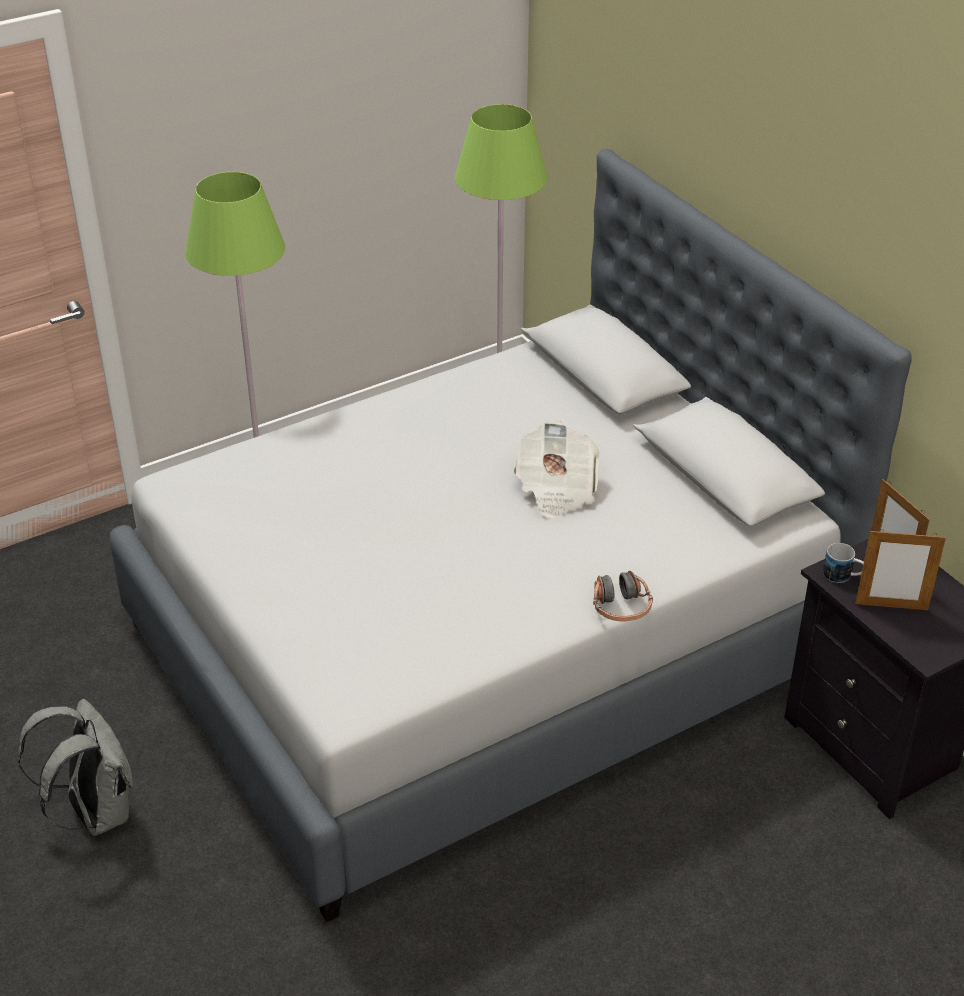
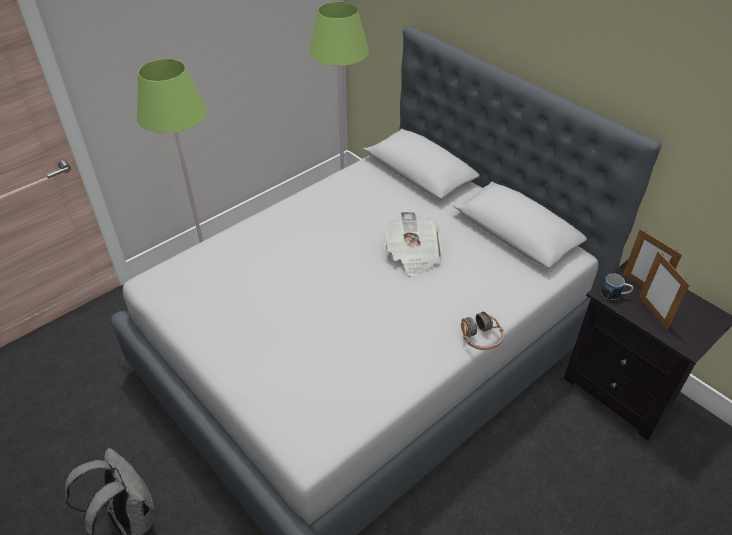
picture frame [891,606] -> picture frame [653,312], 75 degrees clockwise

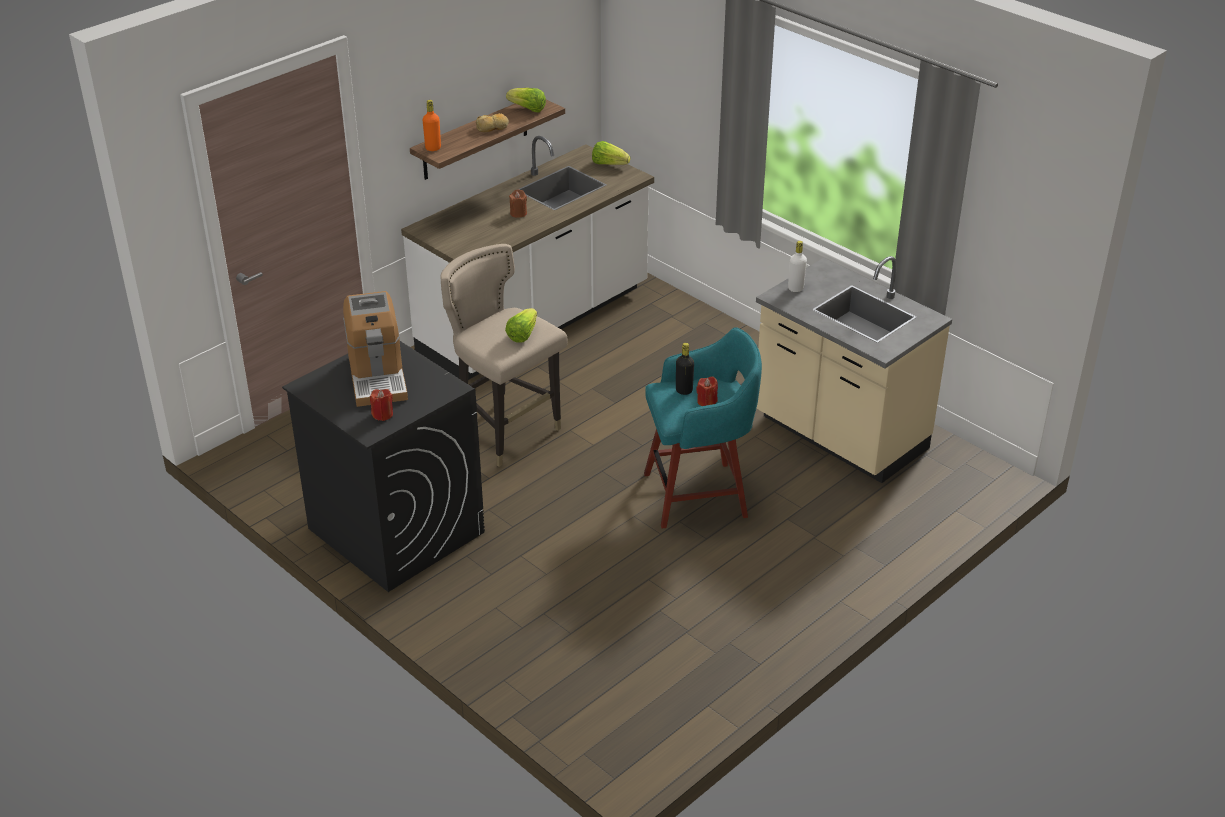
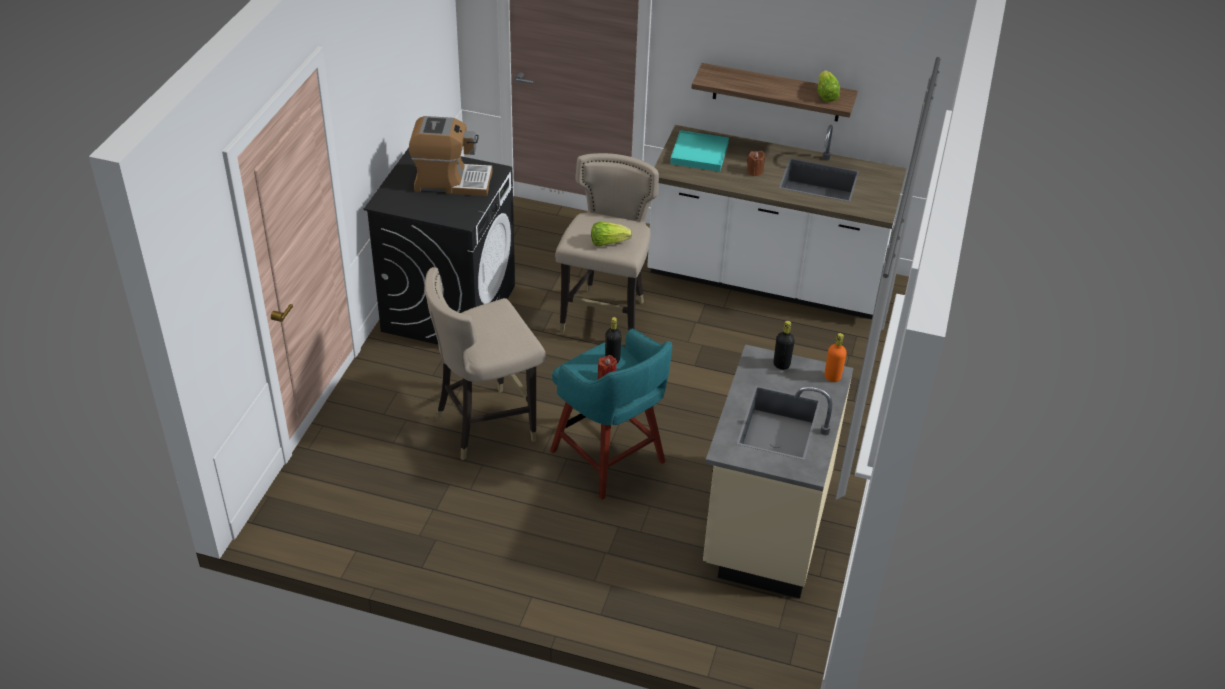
orange bottle [433,148] -> orange bottle [832,377], shifted
bread [492,127] -> none
lettuce [609,164] -> none
white bottle [795,288] -> black bottle [781,365]
coffee machine [377,376] -> coffee machine [451,181], 135 degrees counterclockwise
red candle [382,414] -> none
none -> turquoise tray [699,153]
none -> beige stool [486,425]

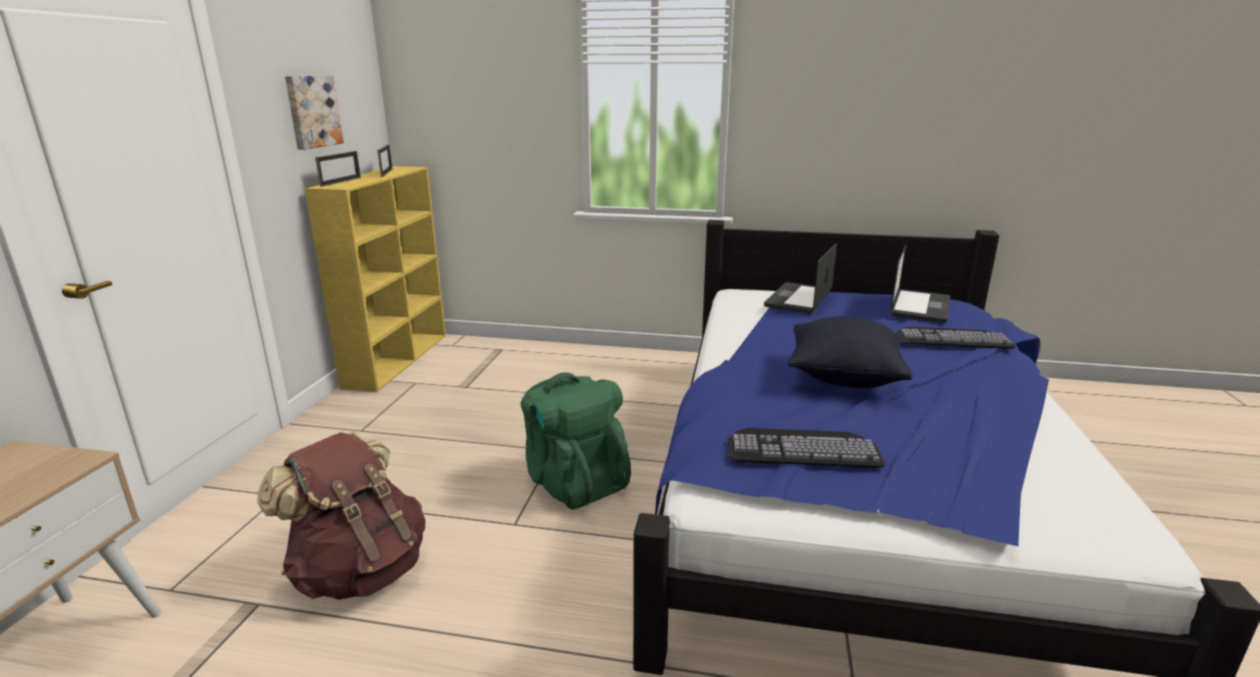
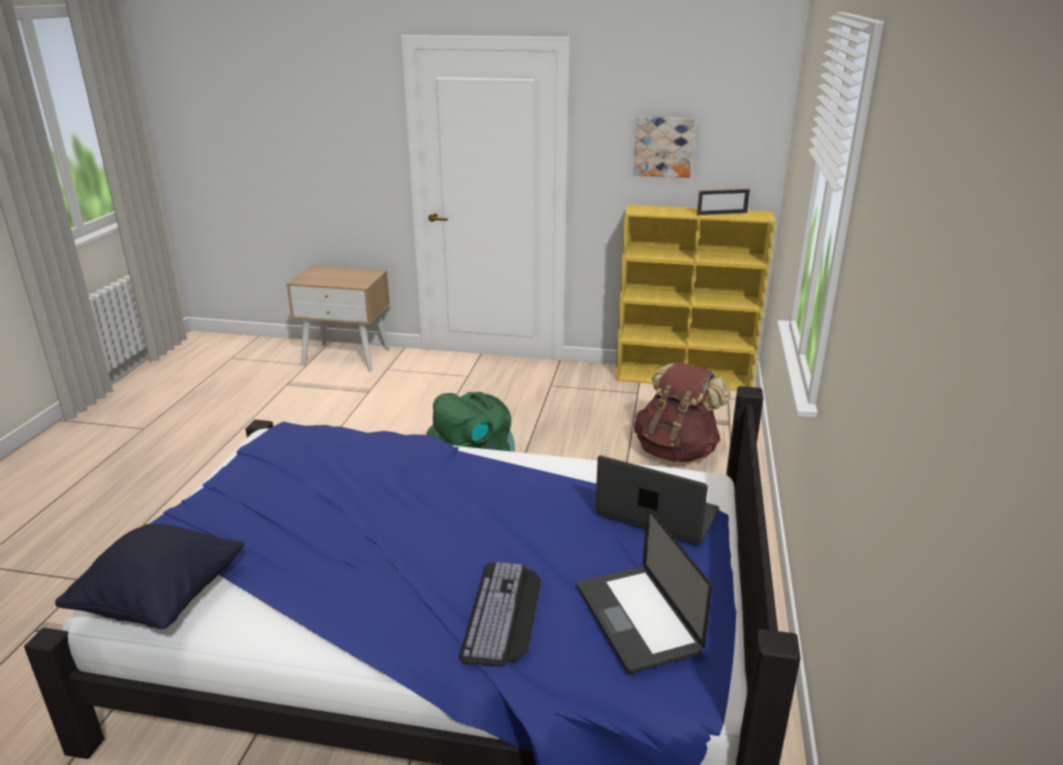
picture frame [341,182] -> none
laptop [920,307] -> laptop [637,619], 45 degrees clockwise
black pillow [844,378] -> black pillow [161,600], shifted
keyboard [803,447] -> none
brown backpack [360,571] -> brown backpack [676,451], shifted

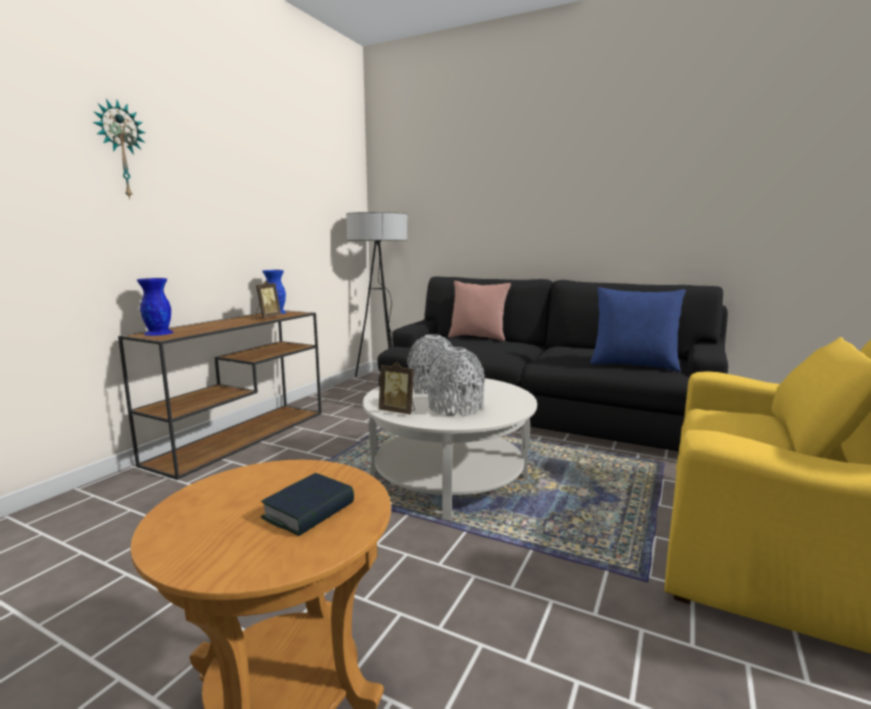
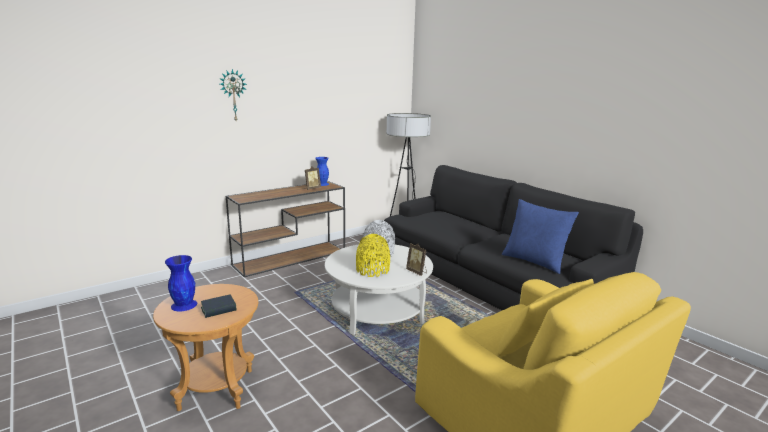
blue vase [159,333] -> blue vase [184,305], shifted
pink pillow [478,338] -> none
grey vase [455,407] -> yellow vase [372,270]
picture frame [398,411] -> picture frame [417,272], shifted

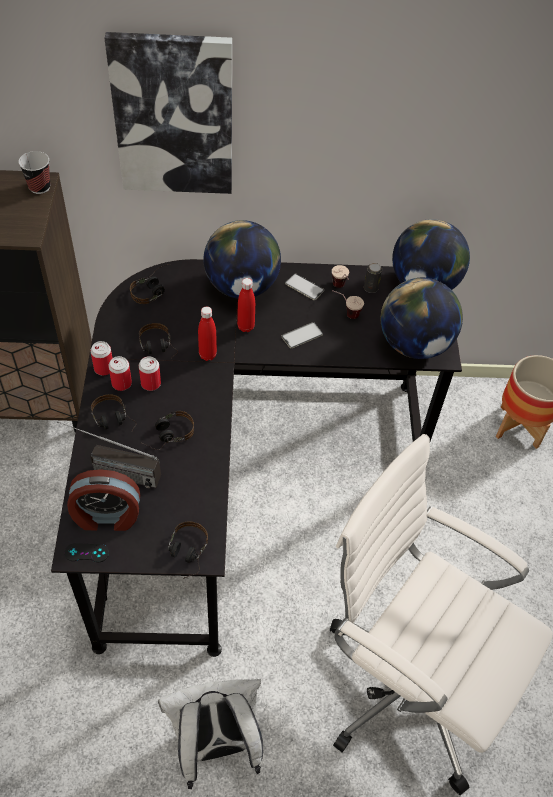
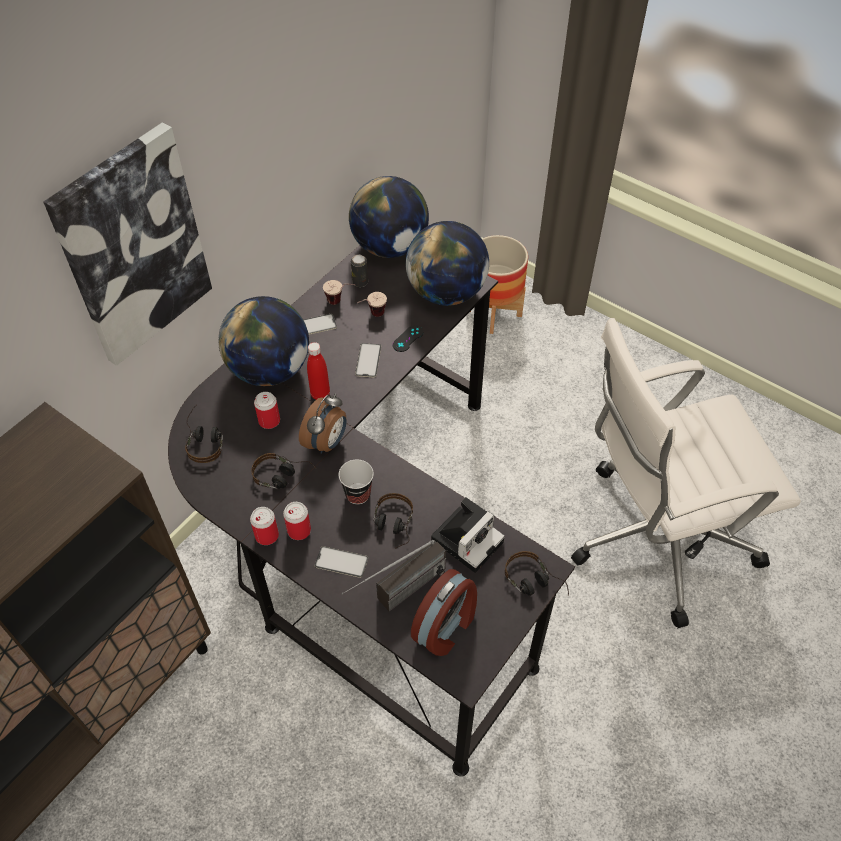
cup [39,187] -> cup [358,494], shifted
red bottle [207,355] -> alarm clock [327,442]
can [151,383] -> can [269,421], shifted
headphones [114,422] -> phone [341,562]
black game controller [86,553] -> black game controller [408,339], shifted
white backpack [216,743] -> none
none -> photo camera [468,538]

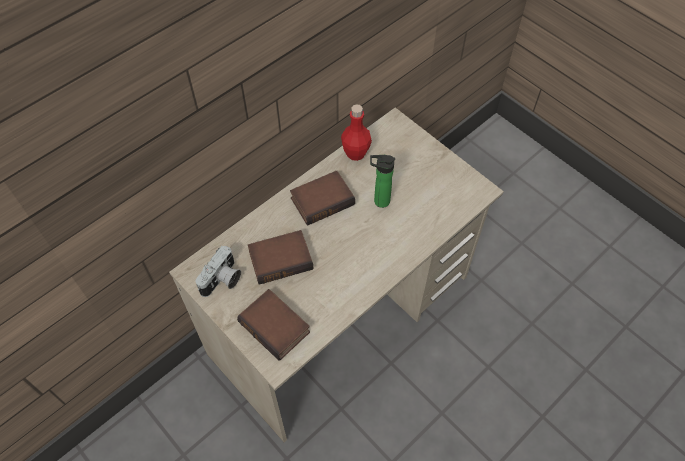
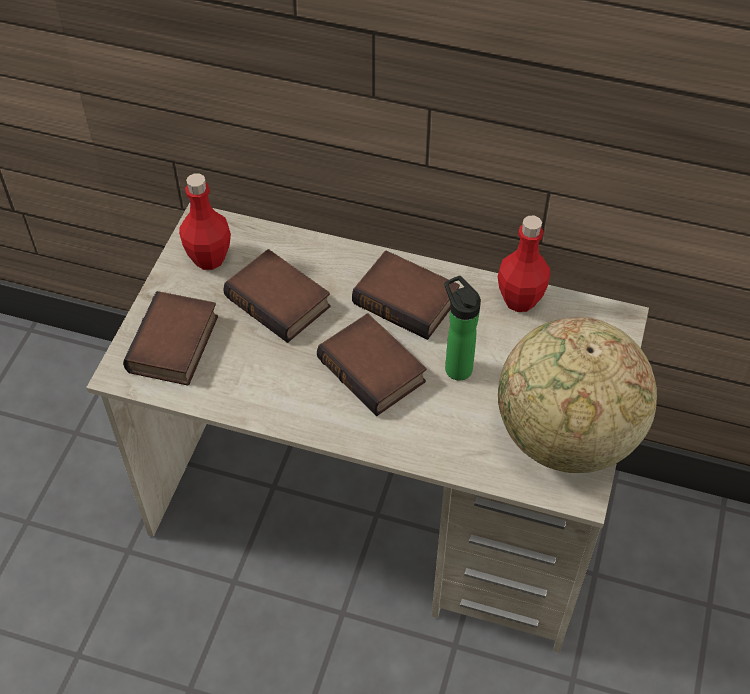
photo camera [222,280] -> red bottle [209,258]
none -> book [375,370]
none -> globe [565,437]

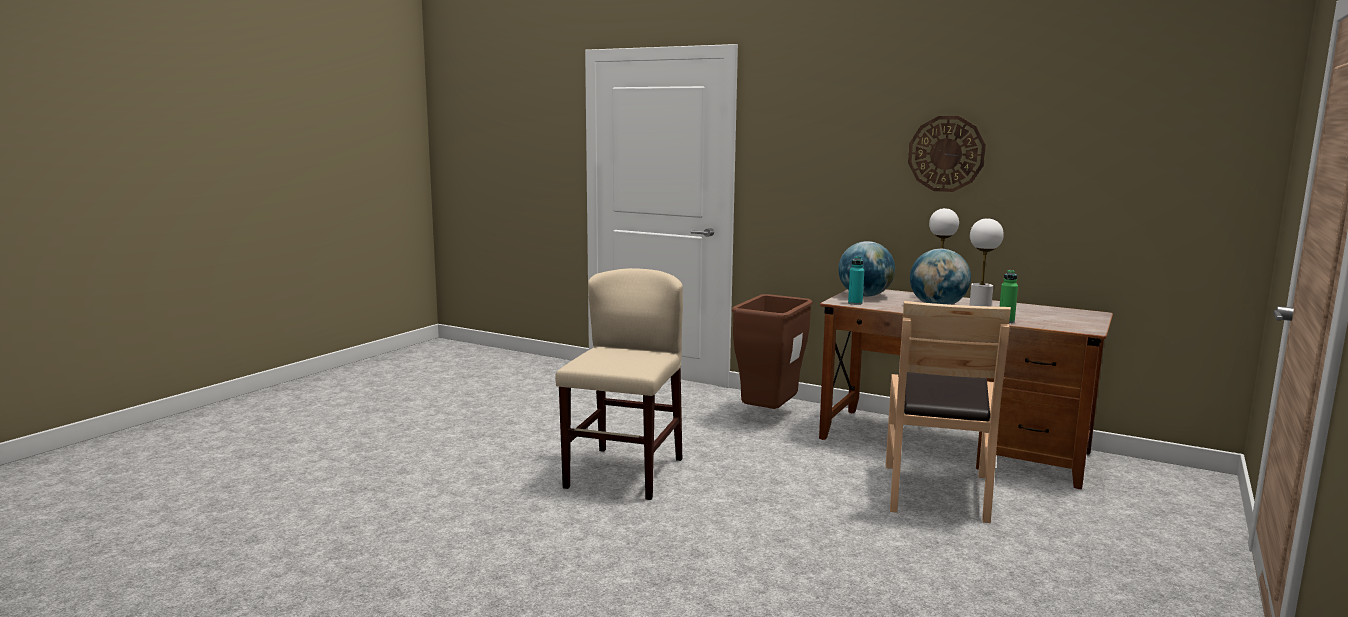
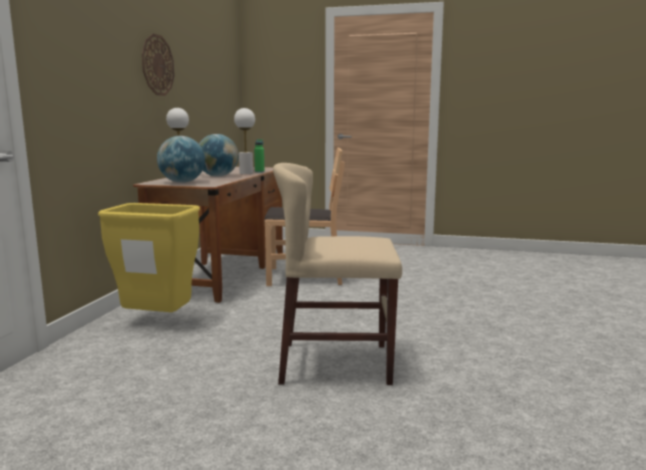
turquoise bottle [855,303] -> none
brown trash can [769,415] -> yellow trash can [157,321]

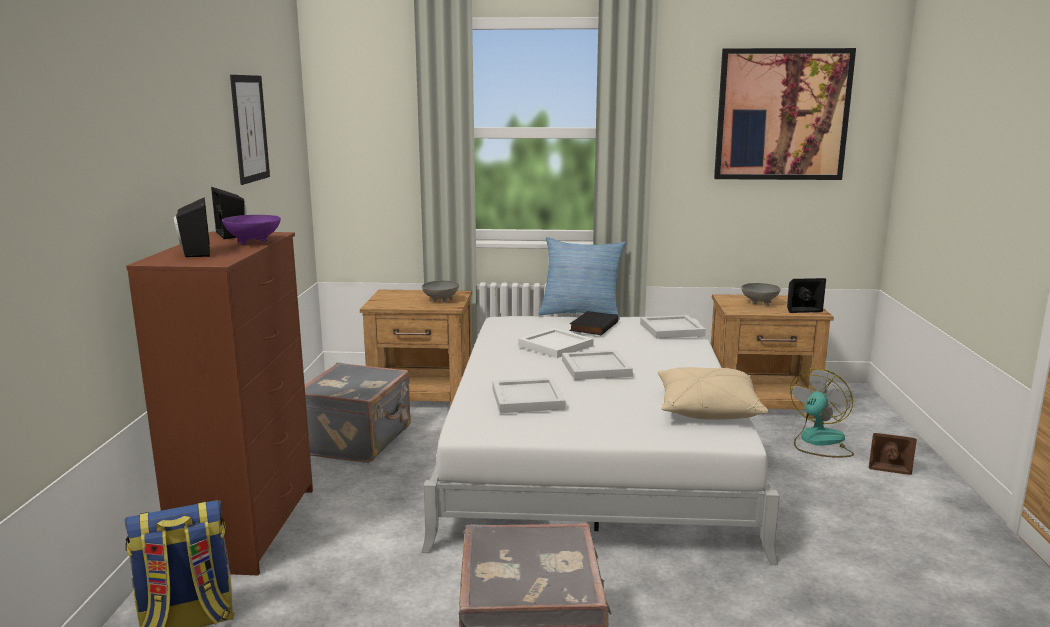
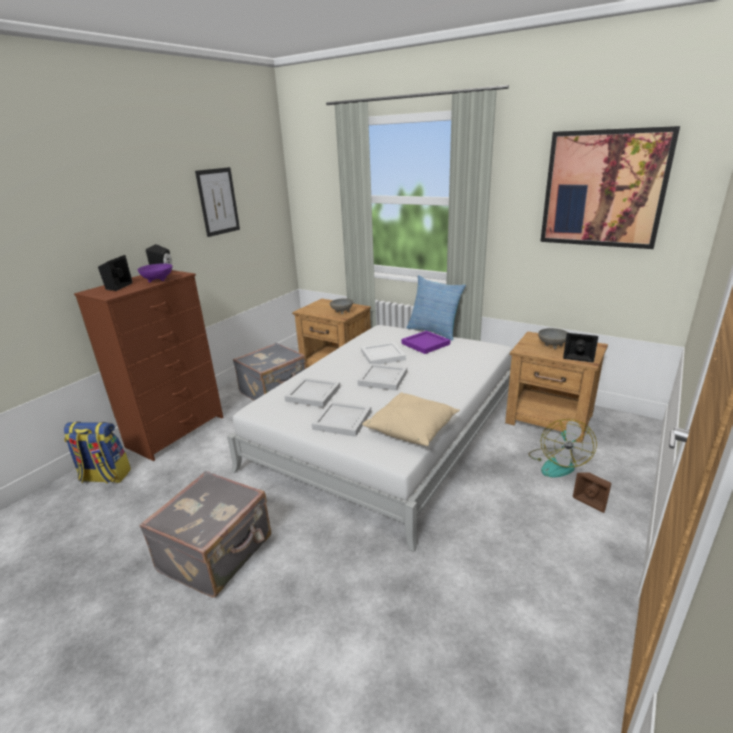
black book [593,326] -> purple tray [425,343]
white tray [673,330] -> white tray [342,421], shifted
fan [818,442] -> fan [557,463], 135 degrees clockwise

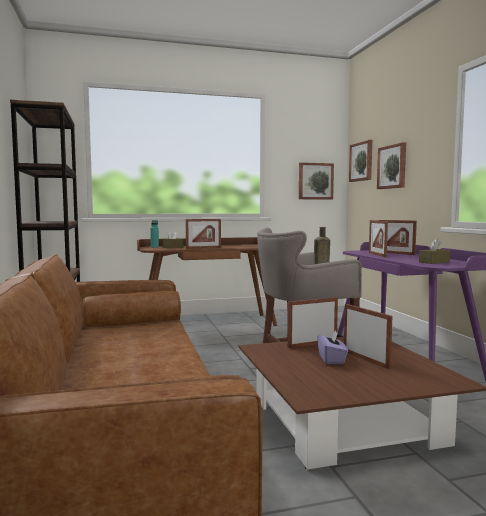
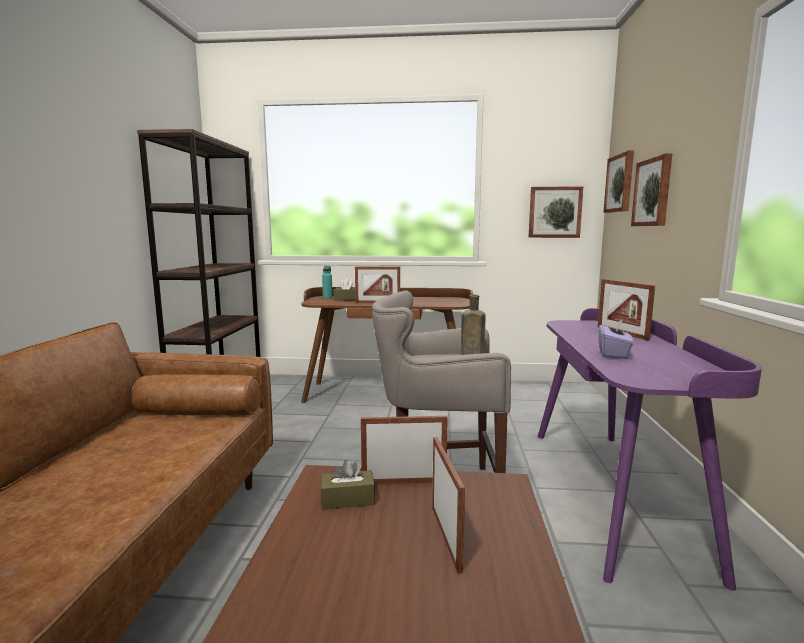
picture frame [377,255] -> none
brown tissue box [434,262] -> brown tissue box [347,499], shifted
purple tissue box [332,359] -> purple tissue box [613,354], shifted

